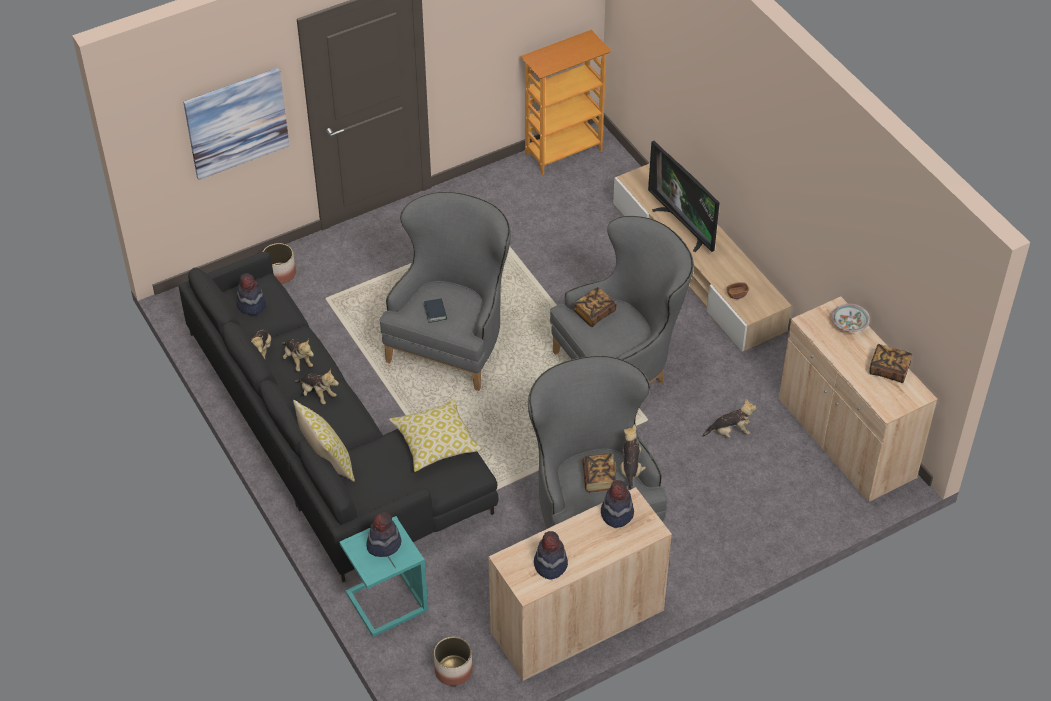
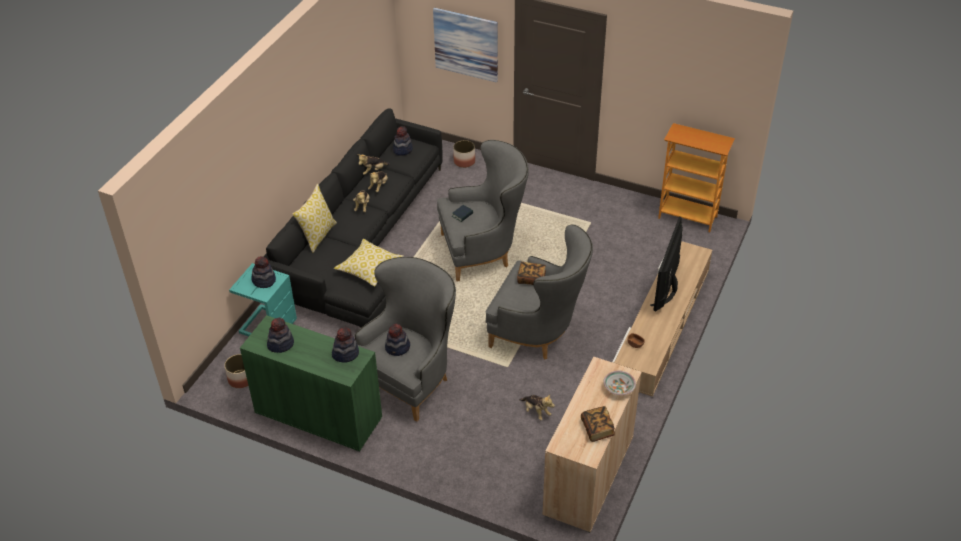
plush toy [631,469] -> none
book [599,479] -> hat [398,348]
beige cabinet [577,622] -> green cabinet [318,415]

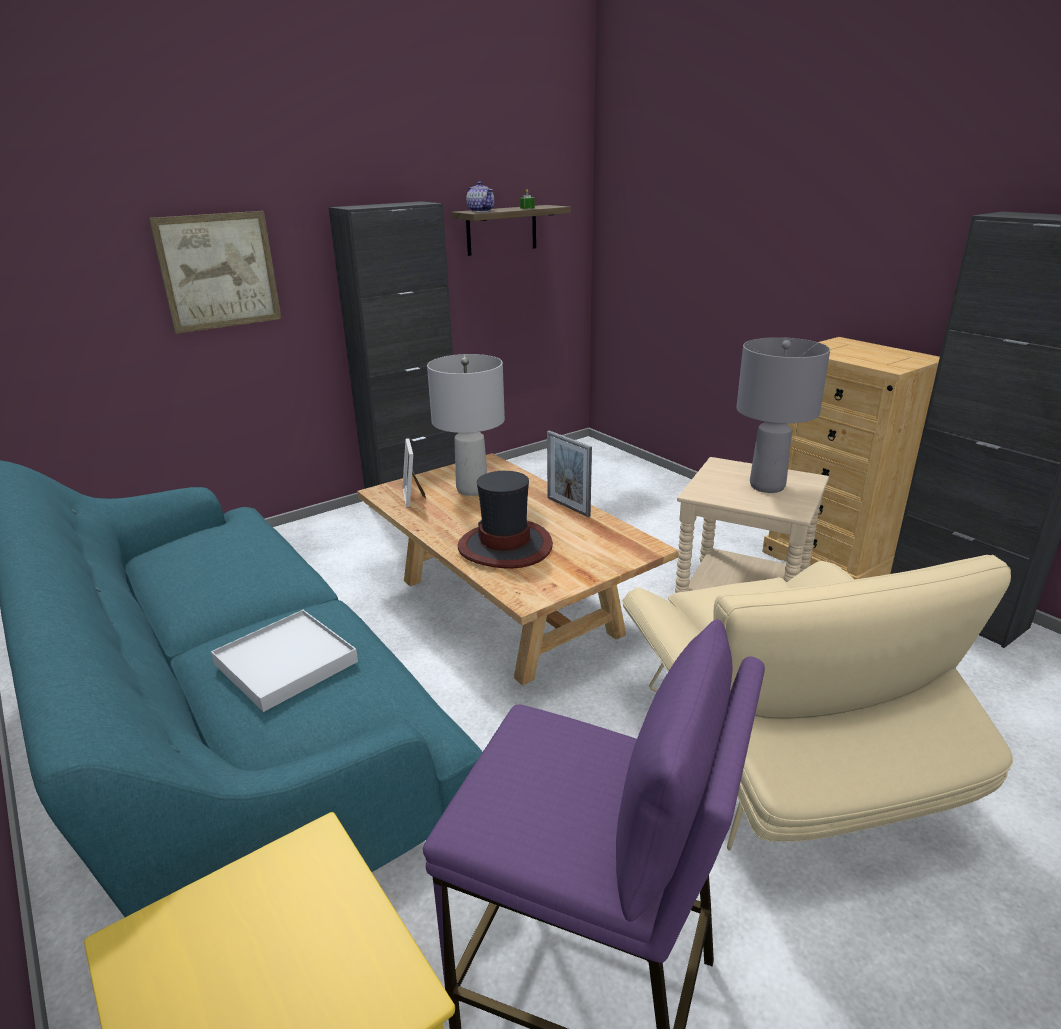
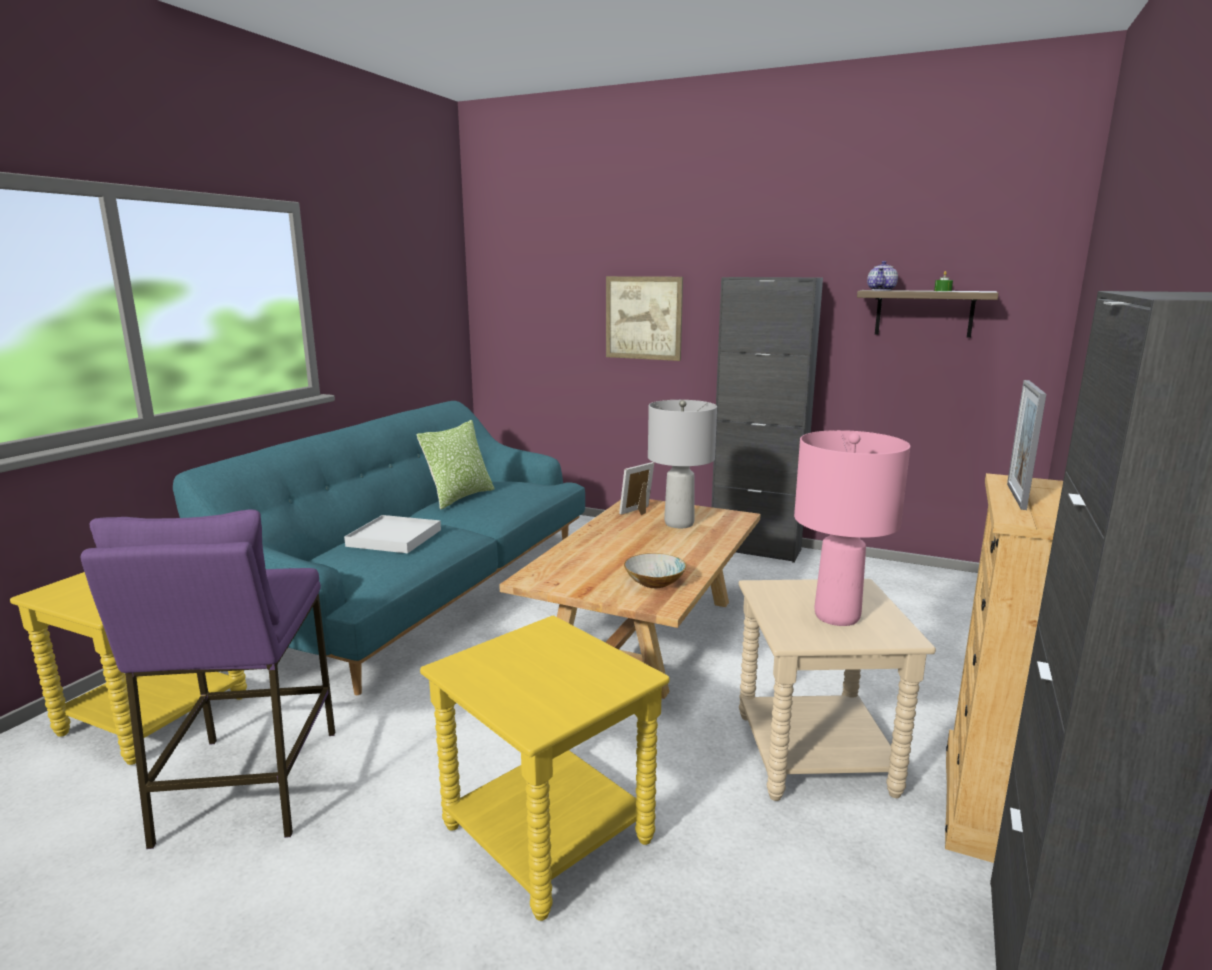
grey table lamp [768,486] -> pink table lamp [837,617]
picture frame [568,507] -> picture frame [1016,496], shifted
hat [505,546] -> none
beige armchair [781,761] -> yellow side table [545,835]
none -> pillow [460,497]
none -> bowl [654,583]

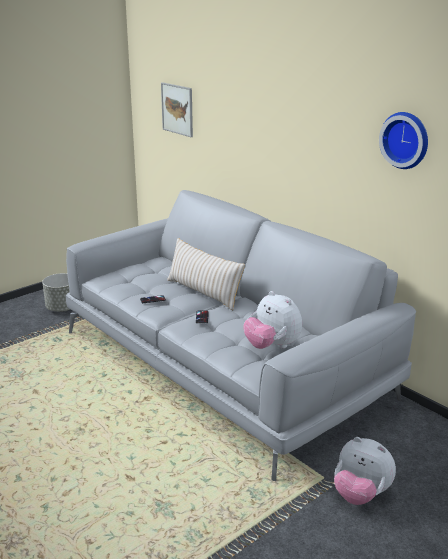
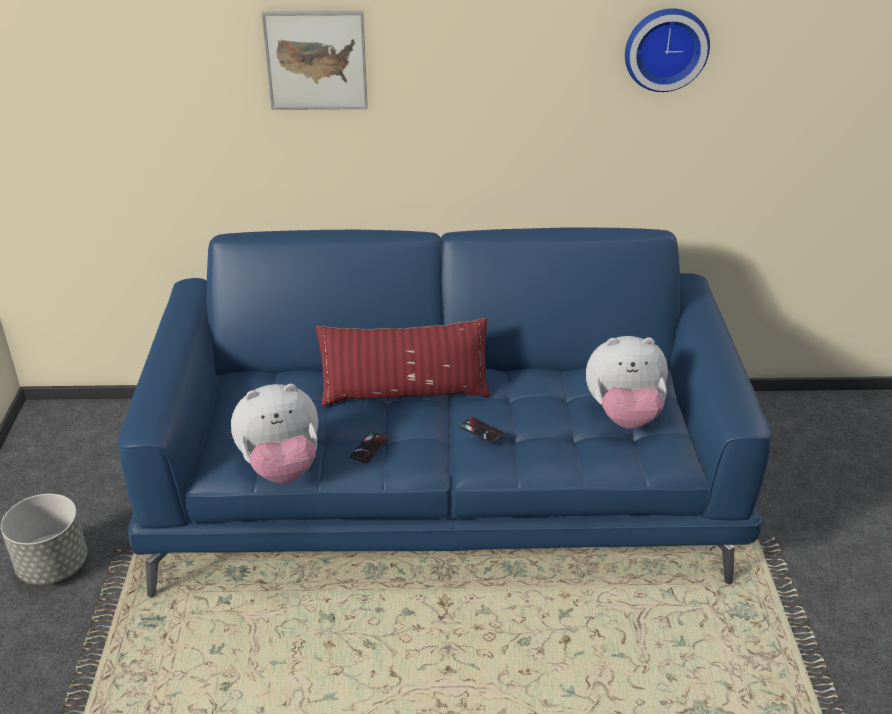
picture [177,109] -> picture [316,60], shifted
grey sofa [223,365] -> blue sofa [445,486]
beige pillow [203,292] -> red pillow [404,393]
plush toy [360,494] -> plush toy [281,467], shifted

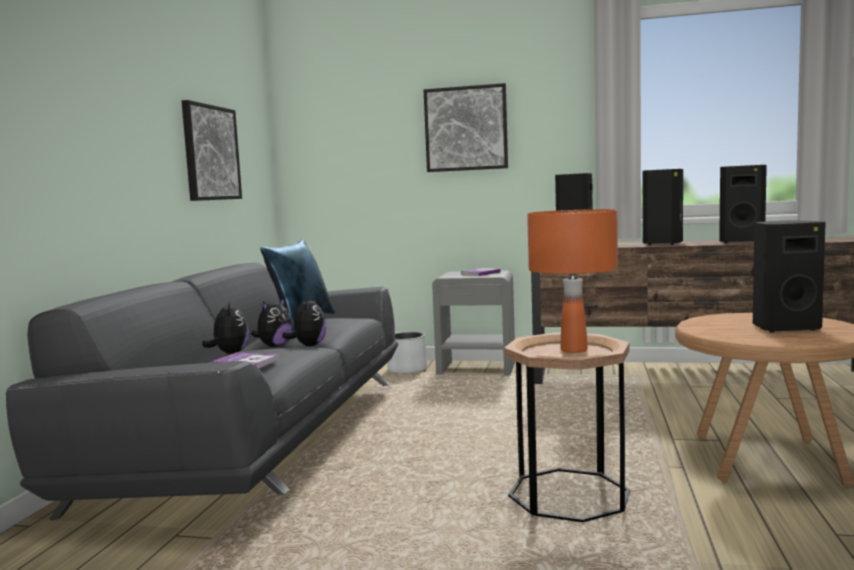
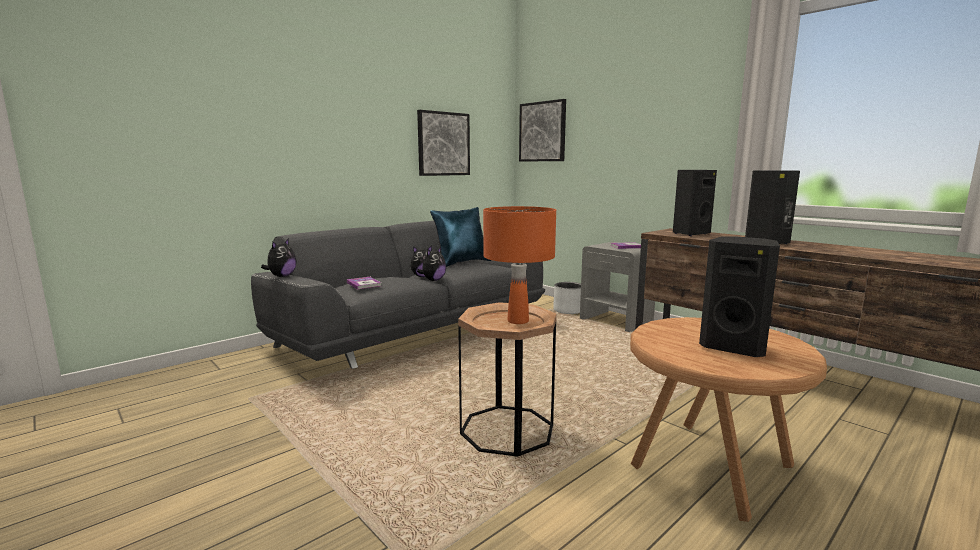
picture [466,128] -> picture [542,132], shifted
black speaker [741,242] -> none
plush toy [229,353] -> plush toy [281,276], shifted

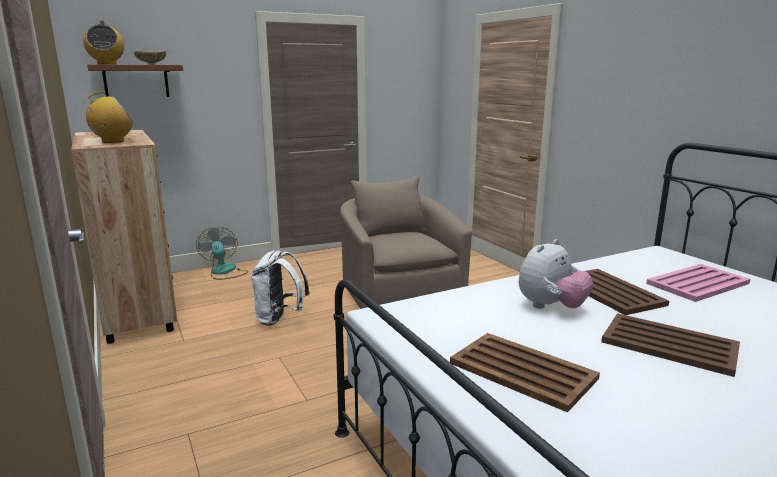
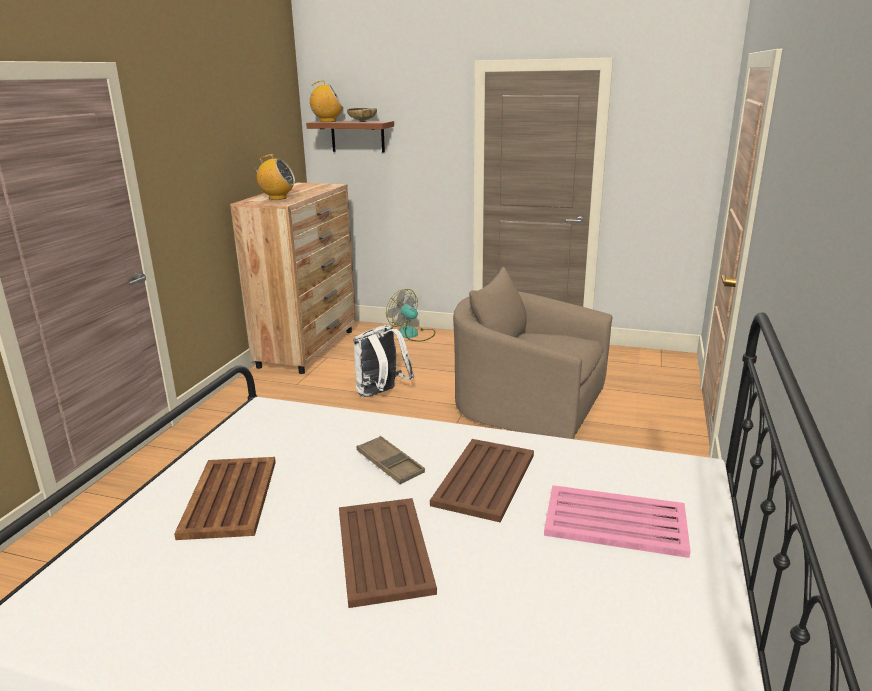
radio [107,64] -> radio [327,121], 120 degrees counterclockwise
beige armchair [398,289] -> beige armchair [527,405], 90 degrees counterclockwise
fan [224,272] -> fan [412,334], 75 degrees counterclockwise
plush toy [551,307] -> brown tray [390,464]

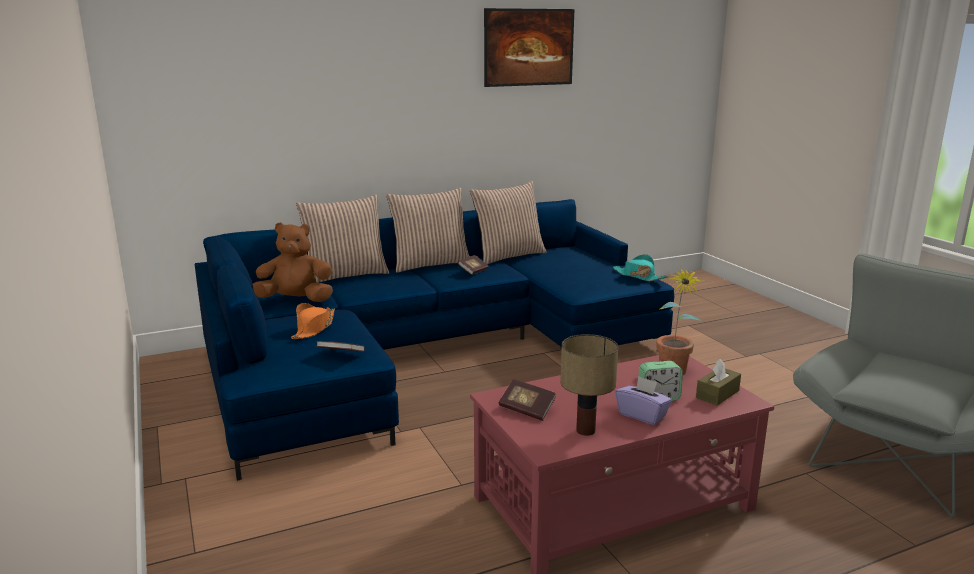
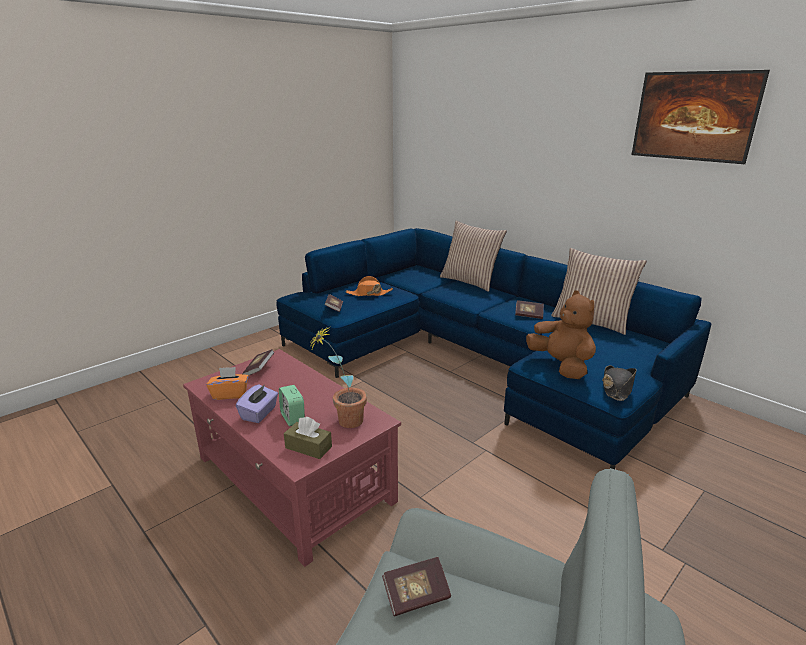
pillow [430,264] -> none
brown plush toy [295,300] -> brown plush toy [561,365], shifted
turquoise hat [638,276] -> black hat [617,388]
table lamp [586,431] -> orange tissue box [230,394]
none -> book [416,595]

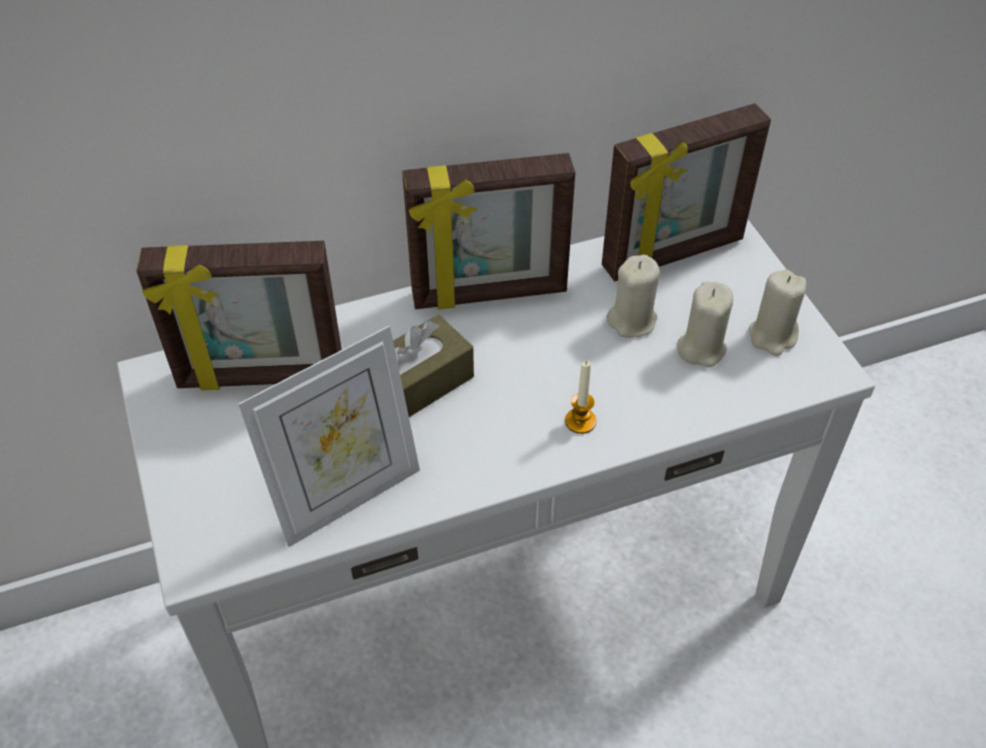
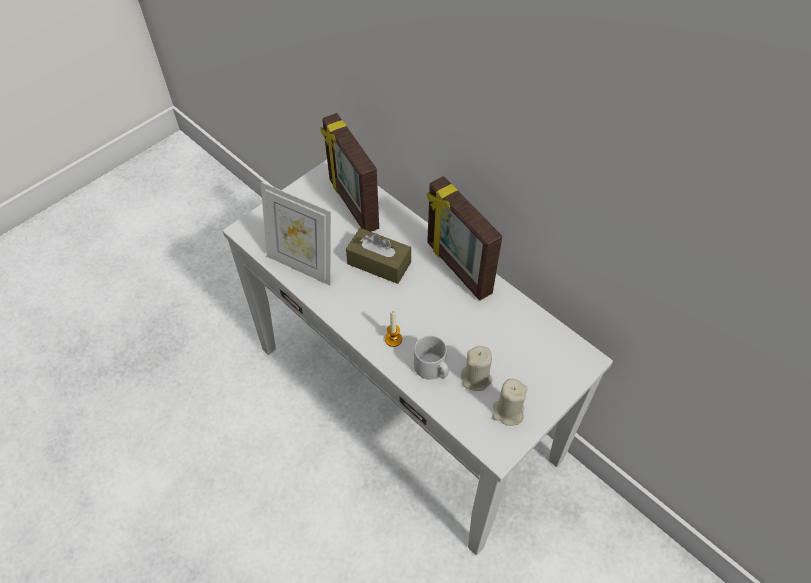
picture frame [674,255] -> none
beige candle [632,321] -> none
none -> grey mug [432,369]

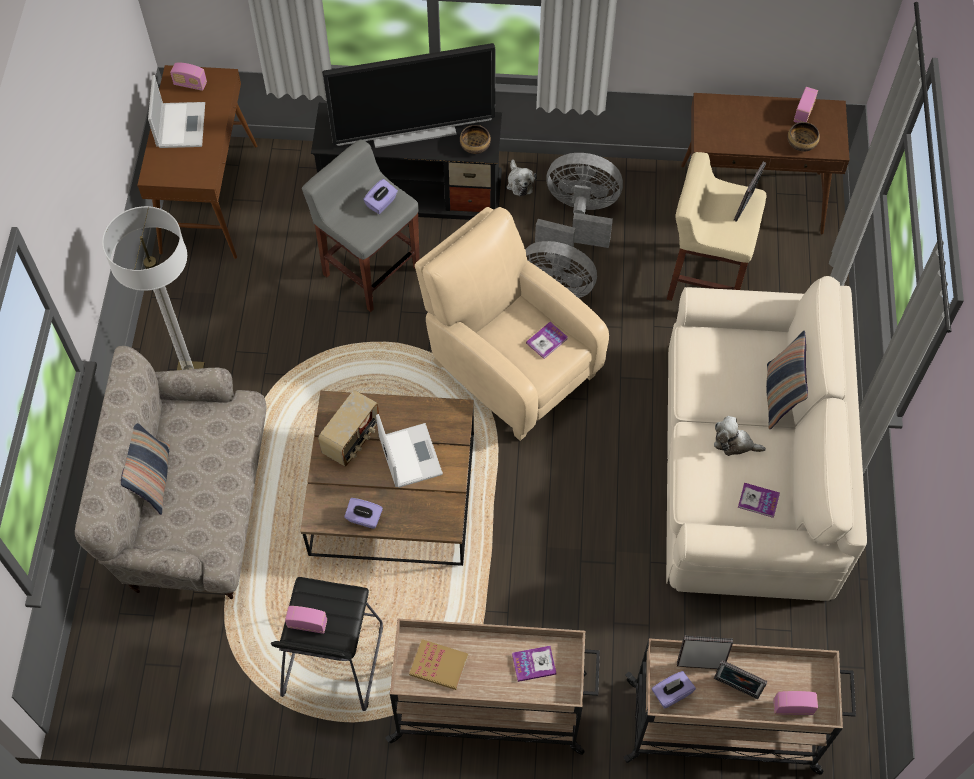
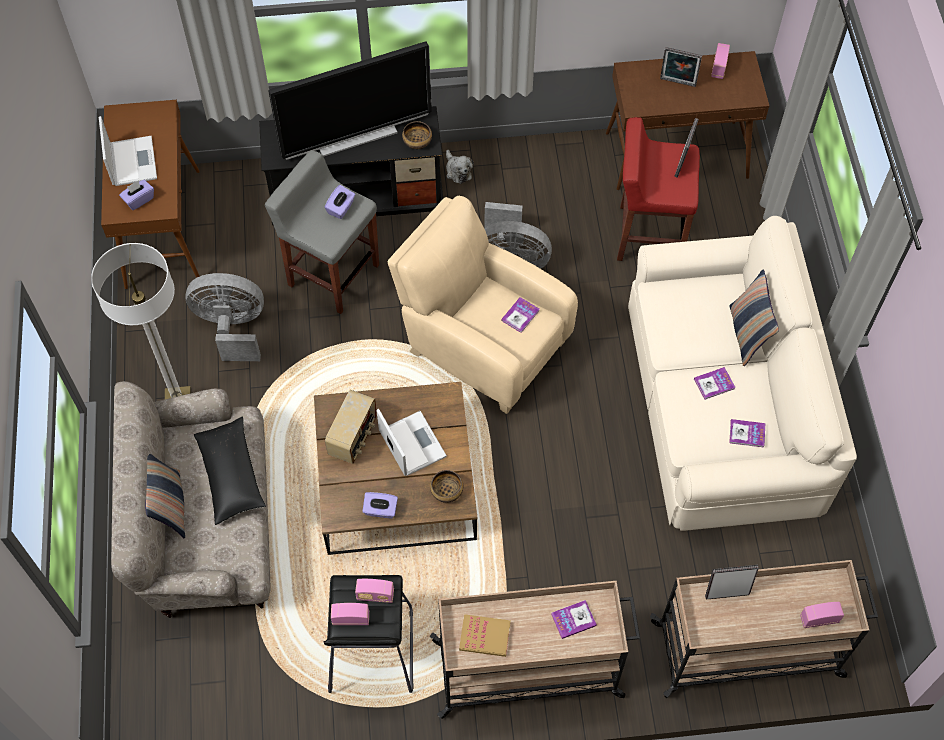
radio [190,84] -> radio [375,595], shifted
bowl [801,143] -> bowl [447,491], shifted
beige stool [704,278] -> red stool [648,235]
grey fan [583,213] -> grey fan [232,328], shifted
plush toy [734,443] -> book [714,384]
picture frame [735,689] -> picture frame [677,83], shifted
purple tissue box [671,693] -> purple tissue box [139,200], shifted
none -> black pillow [231,475]

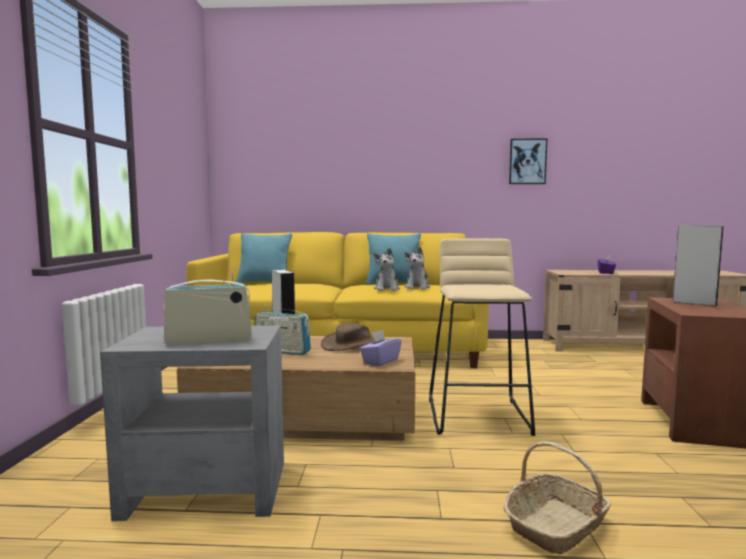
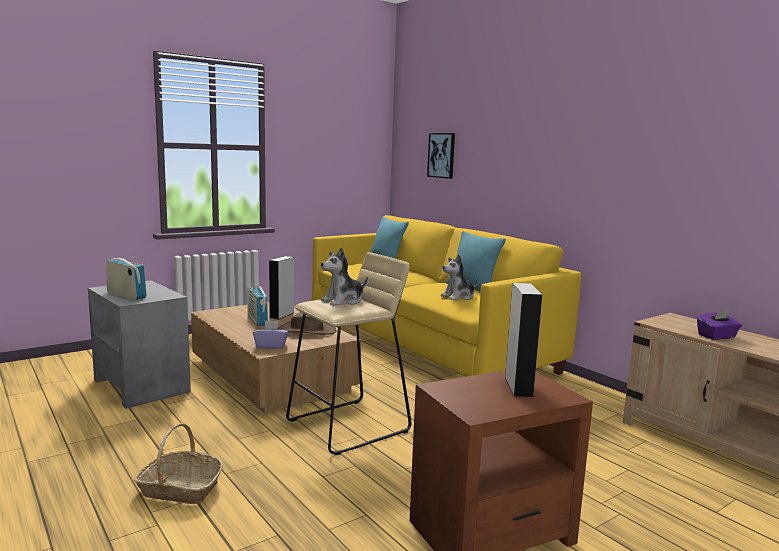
picture [527,161] -> picture [442,155], shifted
plush toy [387,289] -> plush toy [343,301], shifted

